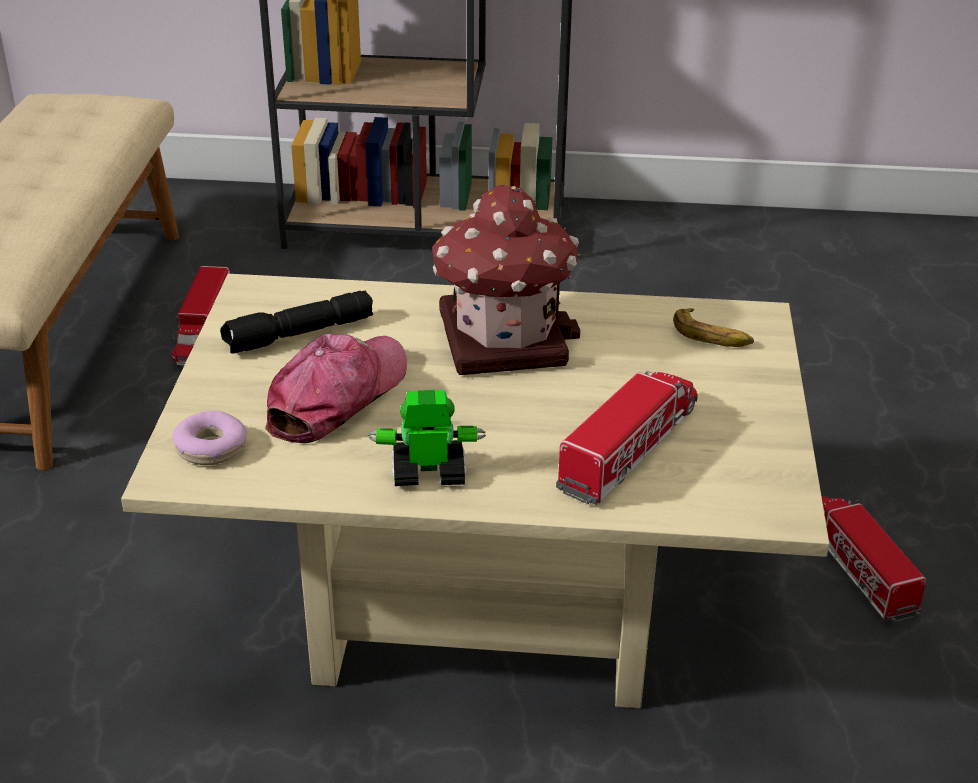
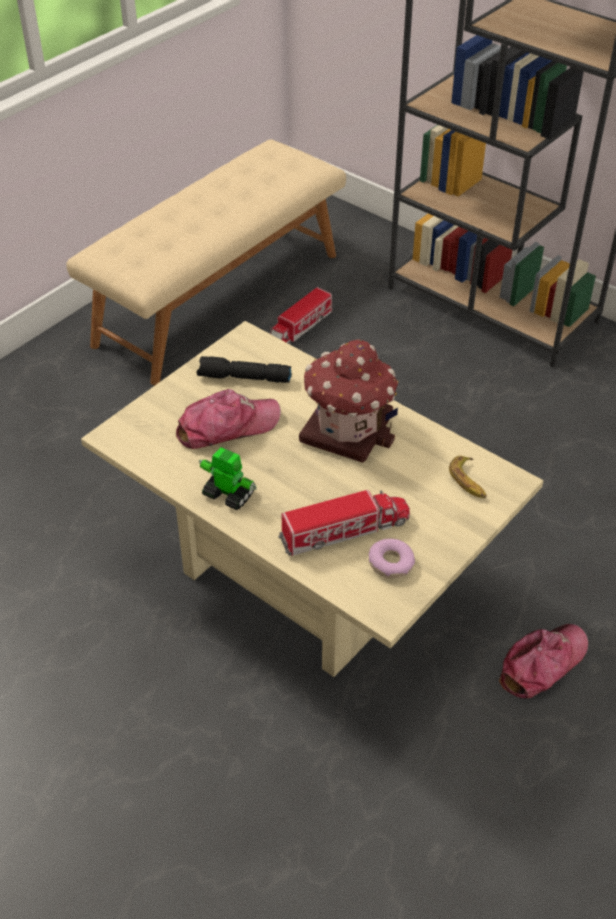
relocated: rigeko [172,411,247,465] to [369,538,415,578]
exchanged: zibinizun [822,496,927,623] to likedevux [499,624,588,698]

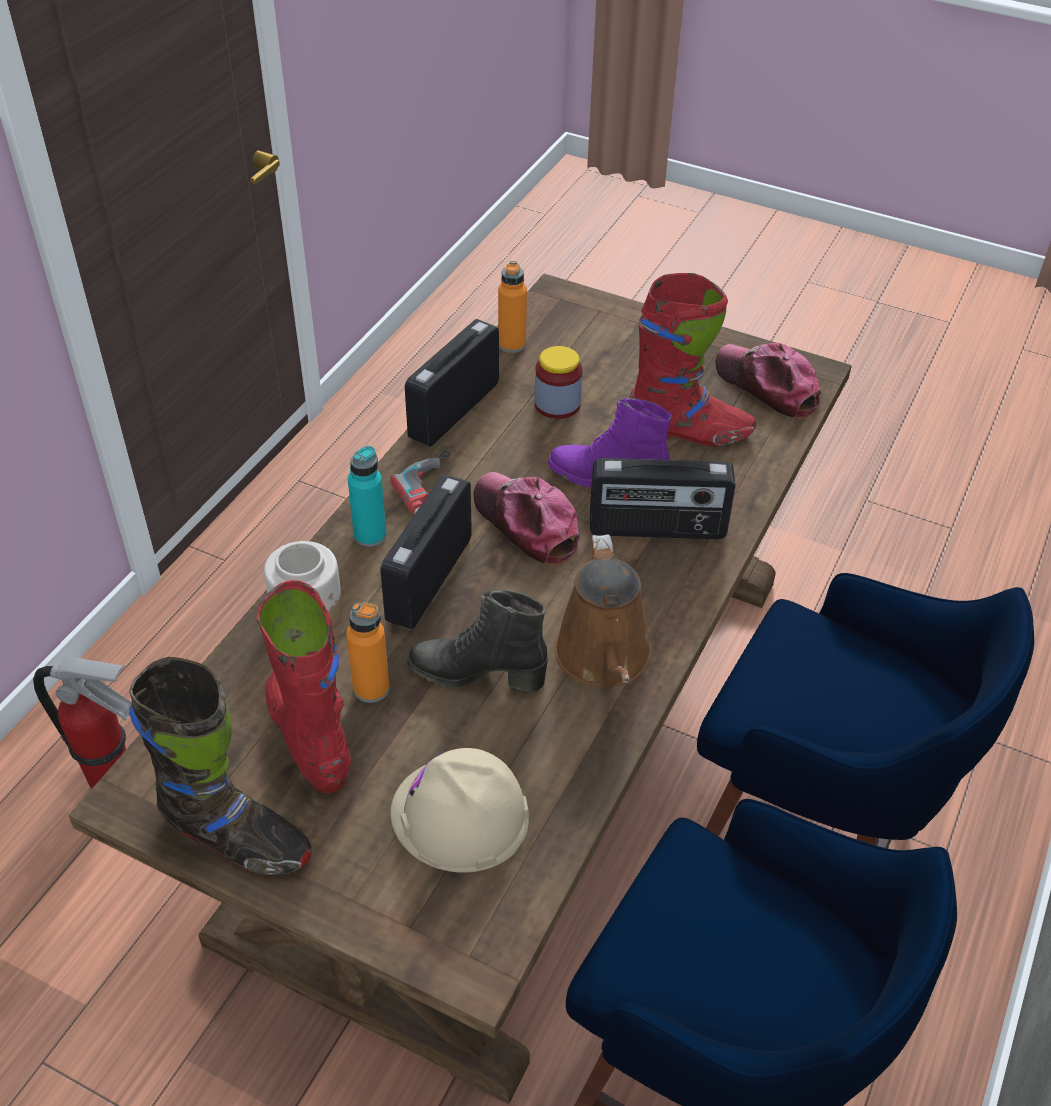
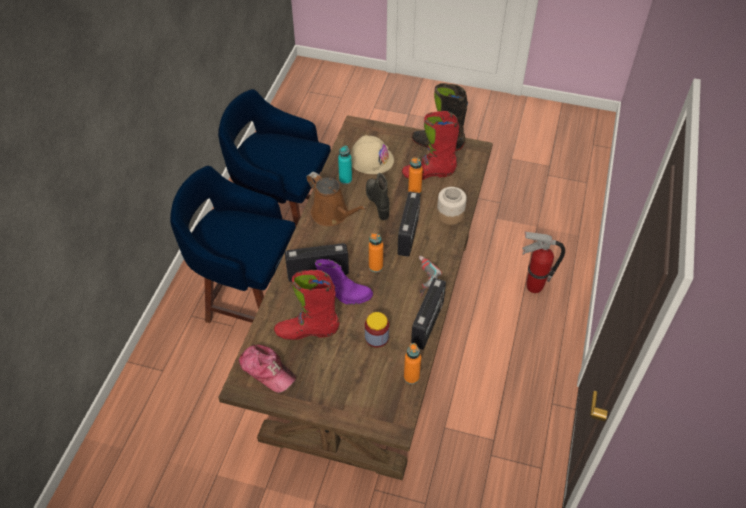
relocated: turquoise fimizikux [348,446,386,547] to [338,146,352,184]
exchanged: likedevux [474,472,579,566] to orange fimizikux [369,233,383,272]
spun: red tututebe [257,580,351,793] = [402,111,459,180] 120 degrees clockwise; black tututebe [407,590,548,692] = [366,173,389,220] 105 degrees counterclockwise; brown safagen [554,535,652,687] = [307,172,367,226] 150 degrees clockwise

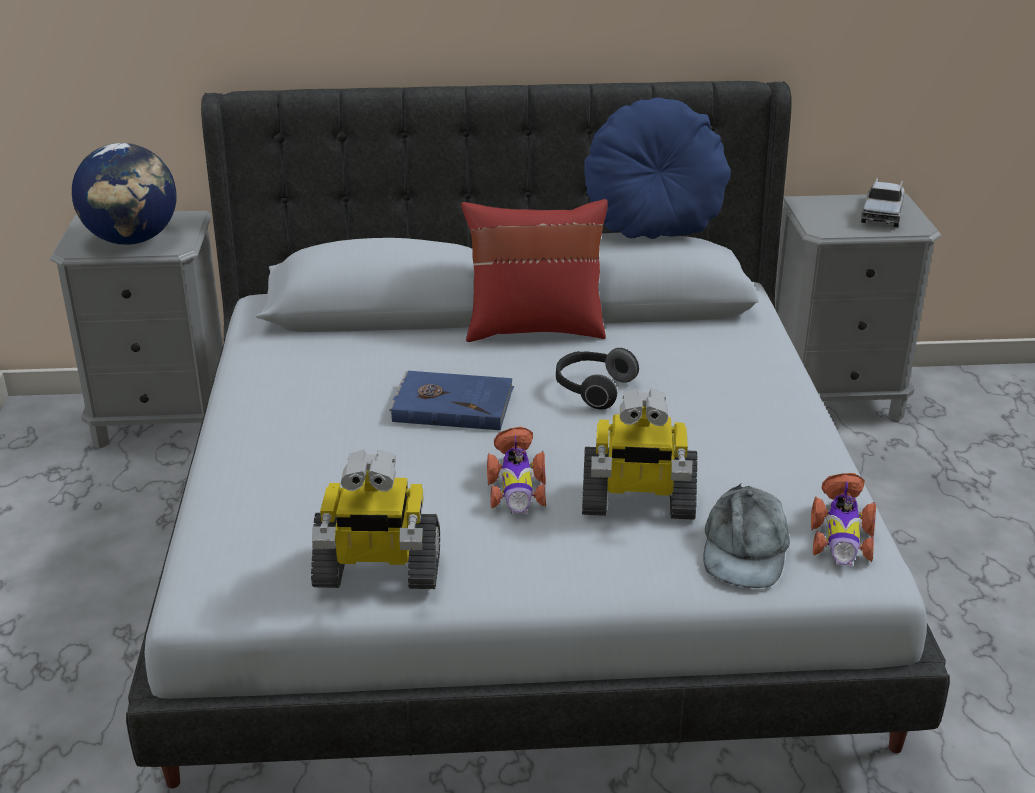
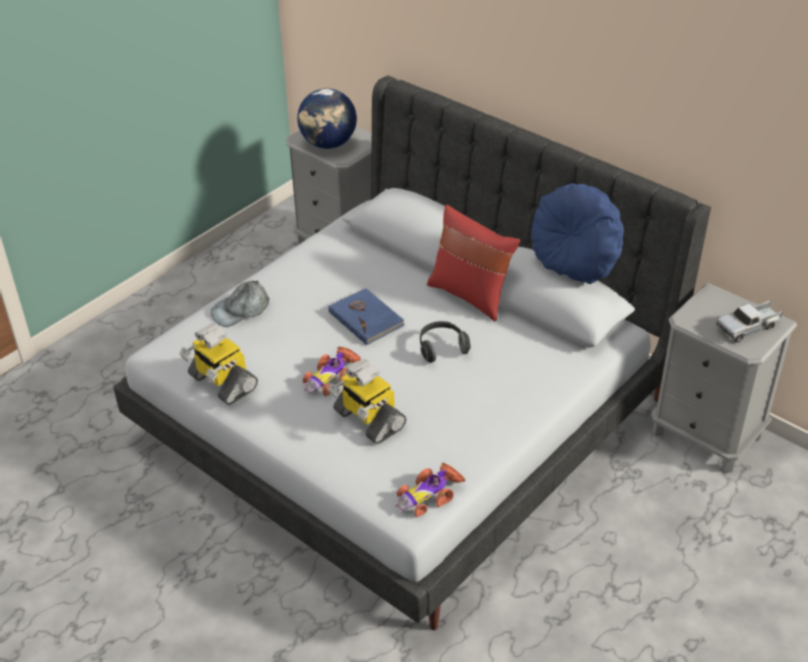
relocated: grey likedevux [704,484,790,588] to [211,280,269,327]

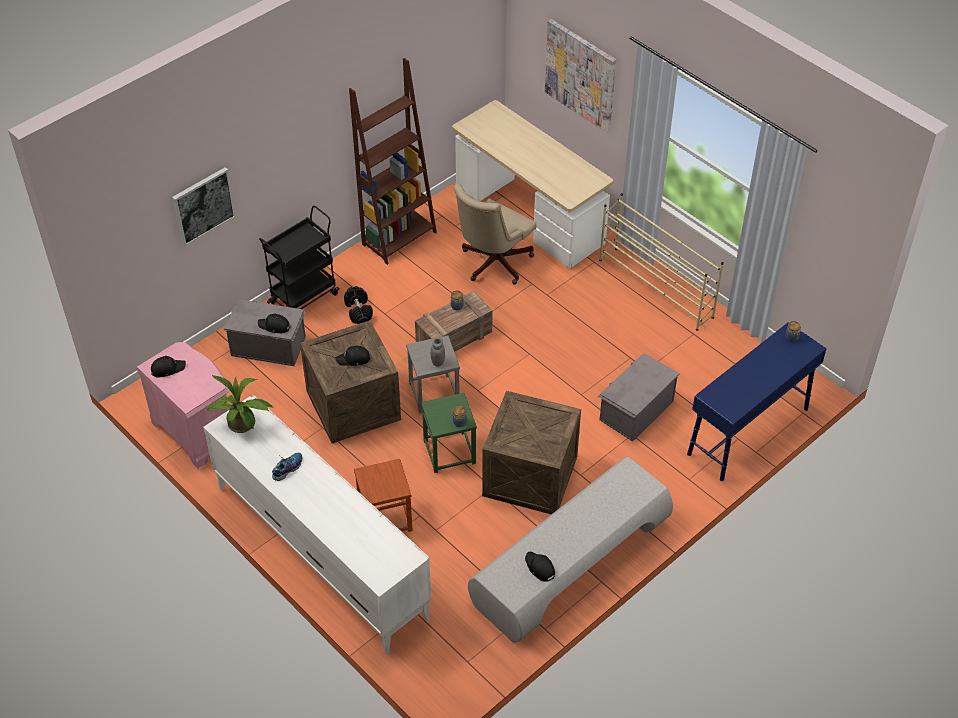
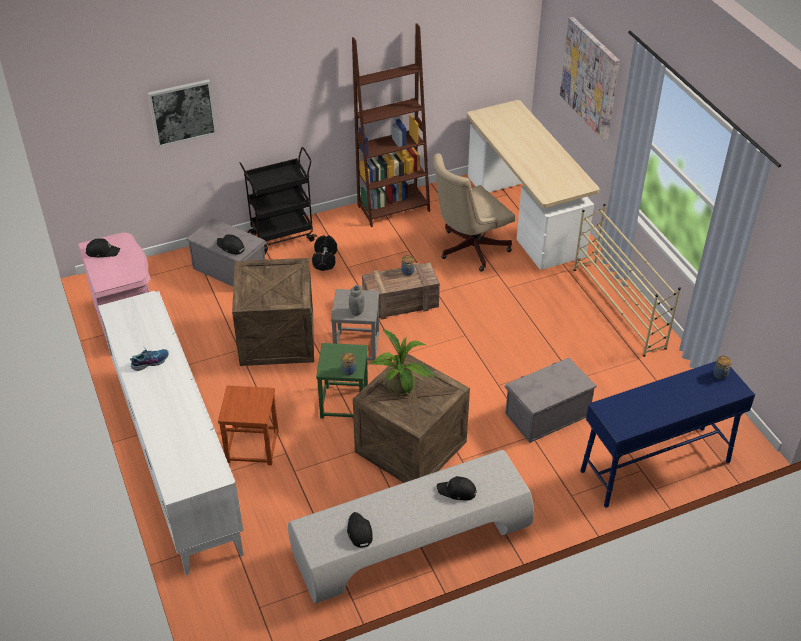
relocated: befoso [206,375,274,433] to [370,329,436,396]; black likedevux [335,346,370,366] to [437,476,477,500]

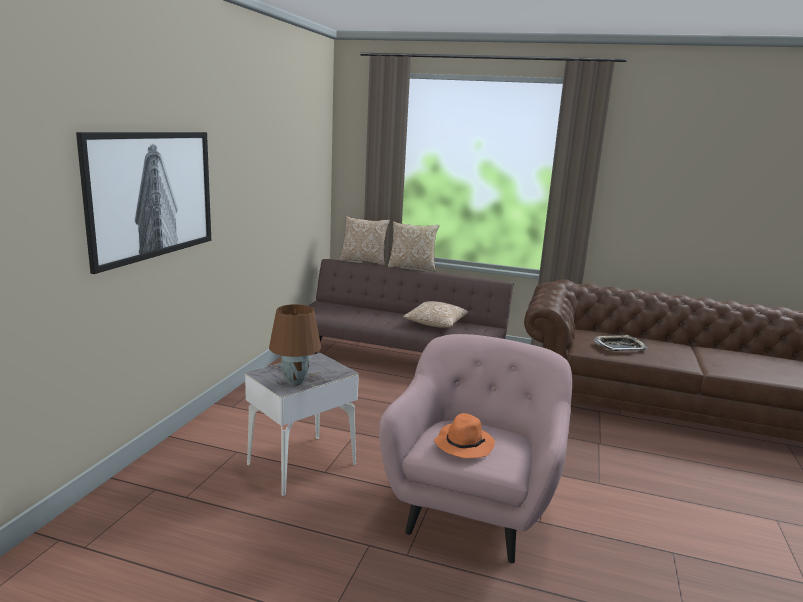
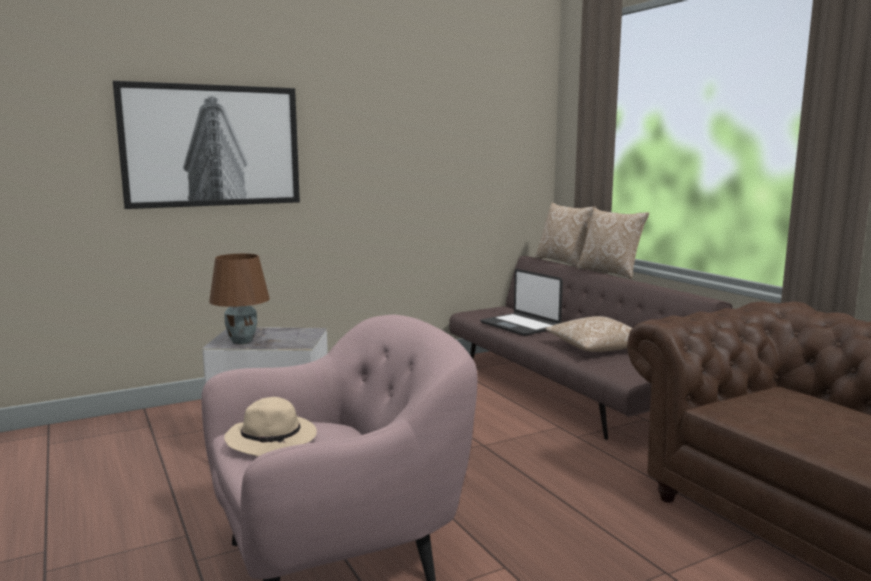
missing: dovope [594,335,647,351]
appeared: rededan [480,269,563,336]
colour: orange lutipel [434,413,495,458] to beige lutipel [224,397,317,457]

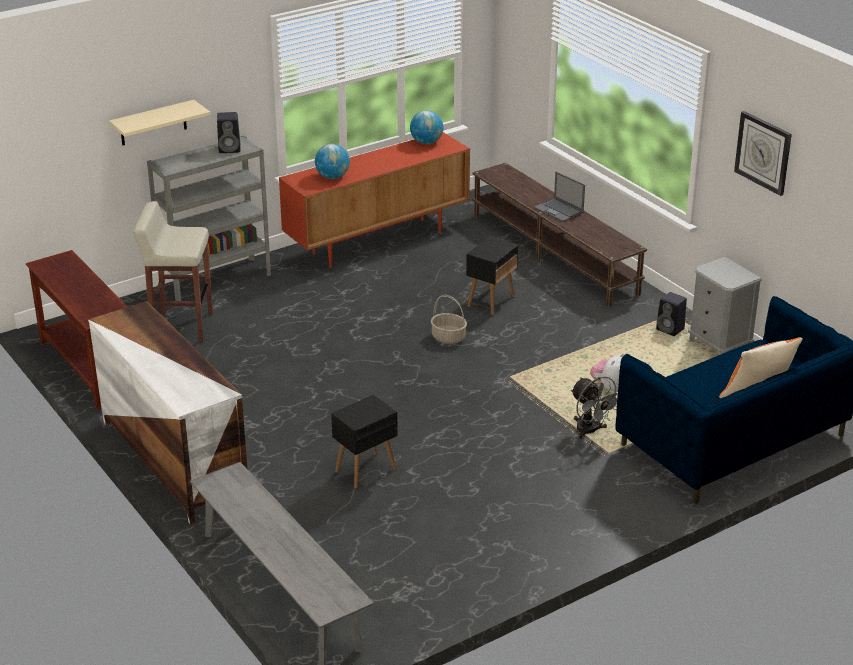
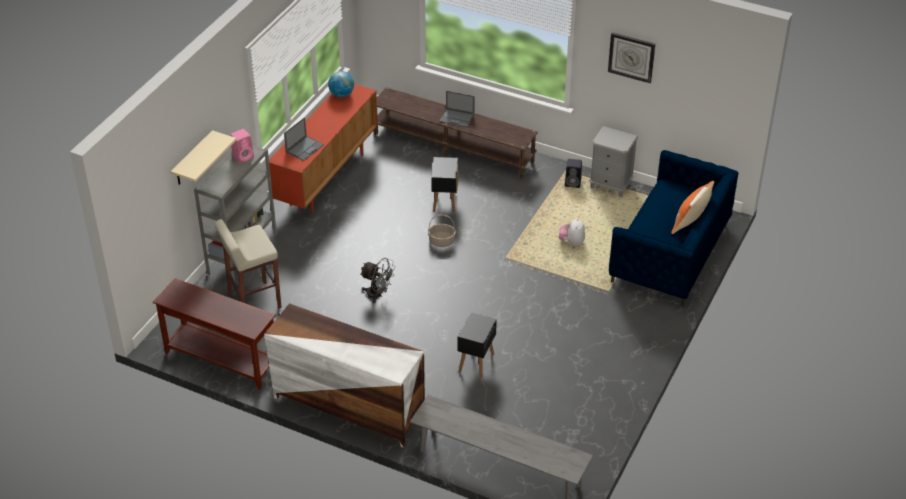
relocated: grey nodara [571,377,619,439] to [360,258,395,303]
exchanged: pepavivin [315,144,350,179] to rededan [284,117,324,161]
colour: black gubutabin [217,112,240,153] to pink gubutabin [230,129,254,163]

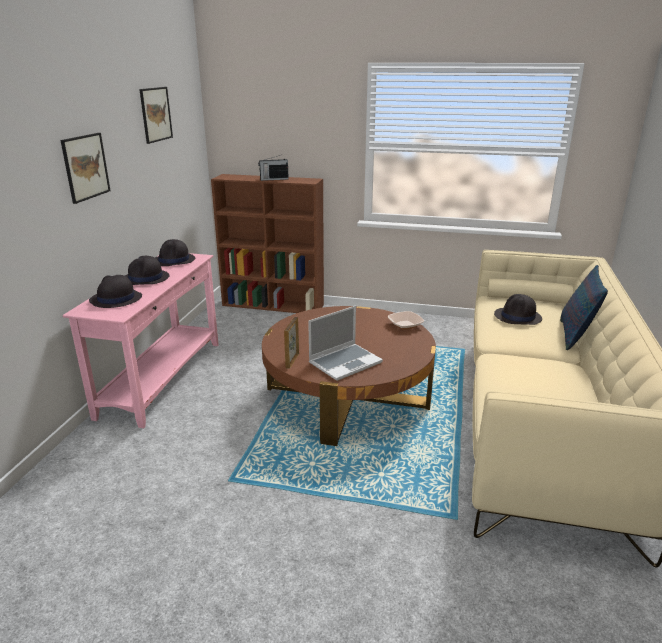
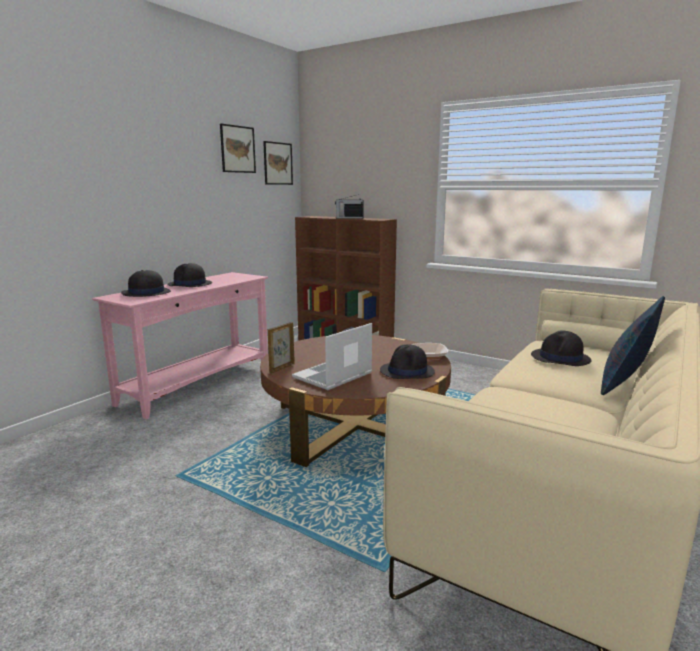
relocated: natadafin [61,133,111,204] to [263,141,293,185]; black lutipel [155,239,195,266] to [380,344,435,379]
spun: rededan [308,306,383,381] = [292,323,372,390] 150 degrees clockwise

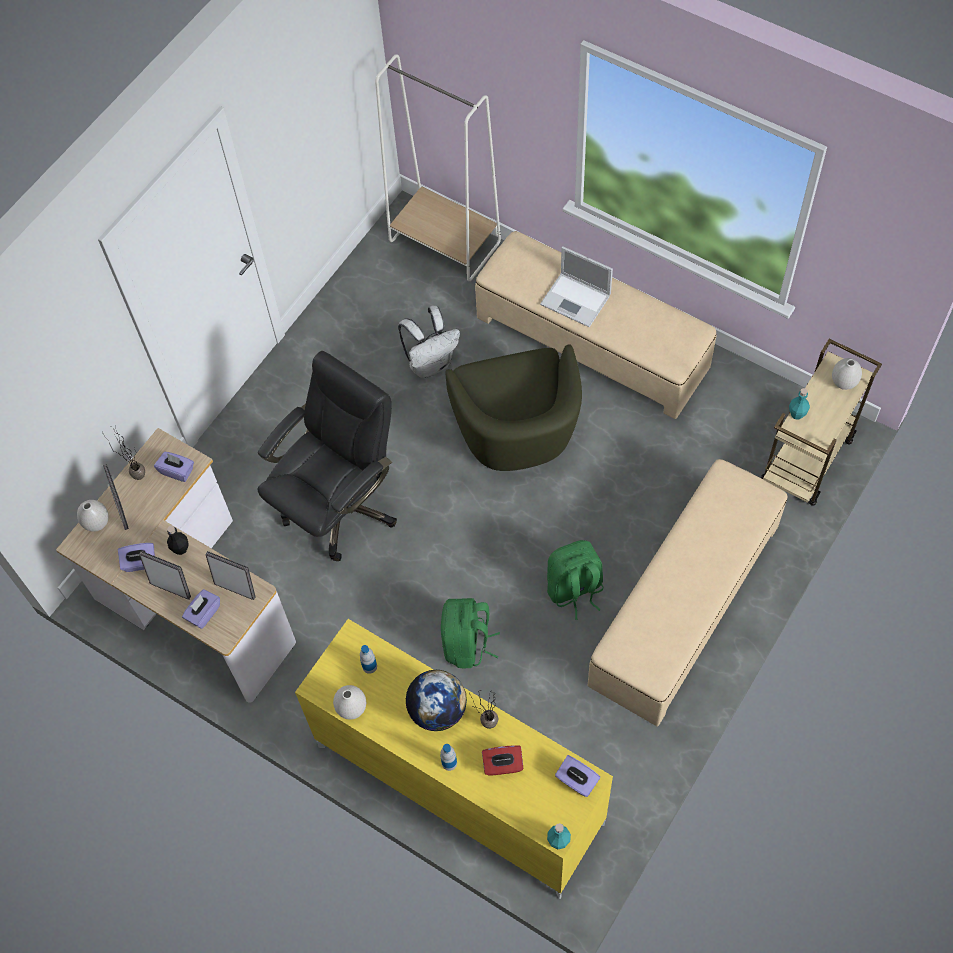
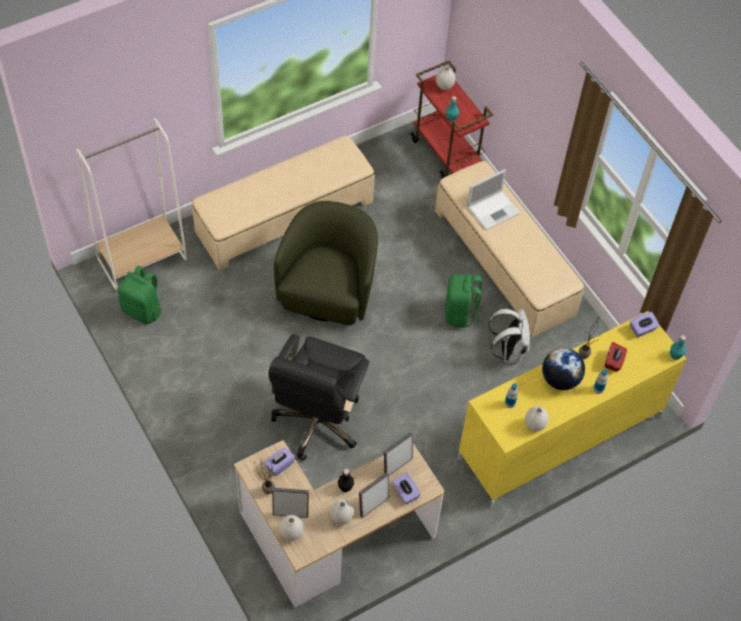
relocated: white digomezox [398,306,460,378] to [488,309,530,363]; green digomezox [441,598,500,668] to [117,266,164,324]; rededan [540,246,613,327] to [467,169,521,230]
exchanged: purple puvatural [118,543,155,572] to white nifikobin [330,499,354,525]
colour: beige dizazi [761,339,882,506] to red dizazi [410,61,493,179]
spun: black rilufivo [258,351,397,561] = [267,334,370,461] 135 degrees counterclockwise; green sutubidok [445,344,582,471] = [274,201,378,325] 90 degrees counterclockwise

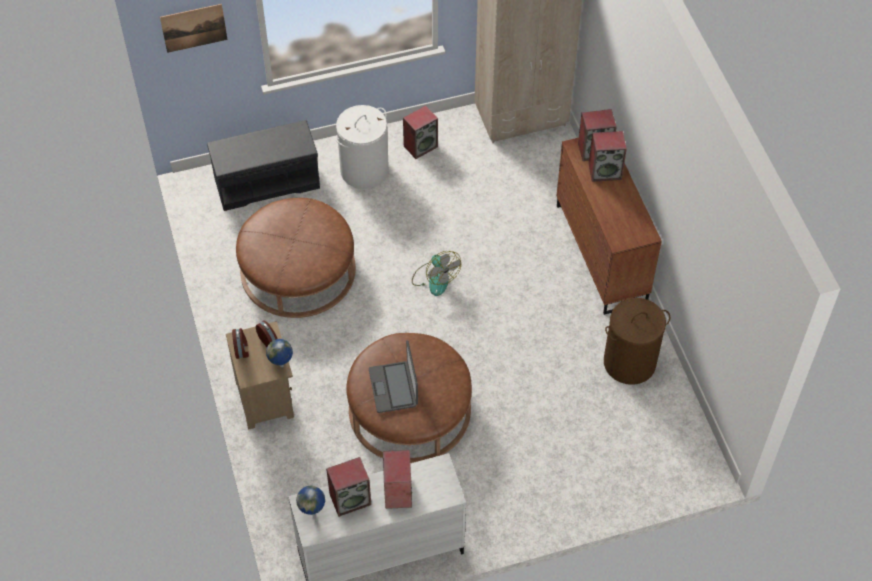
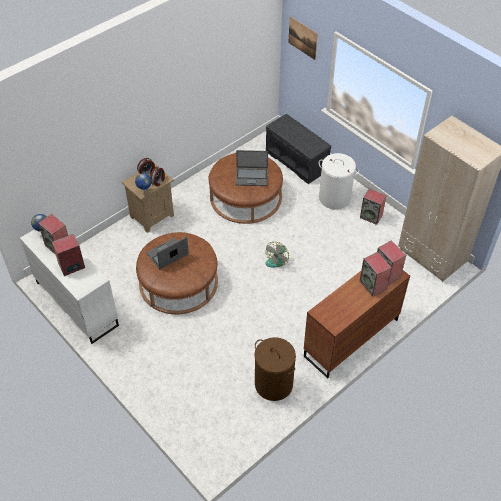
appeared: rededan [236,150,268,186]

